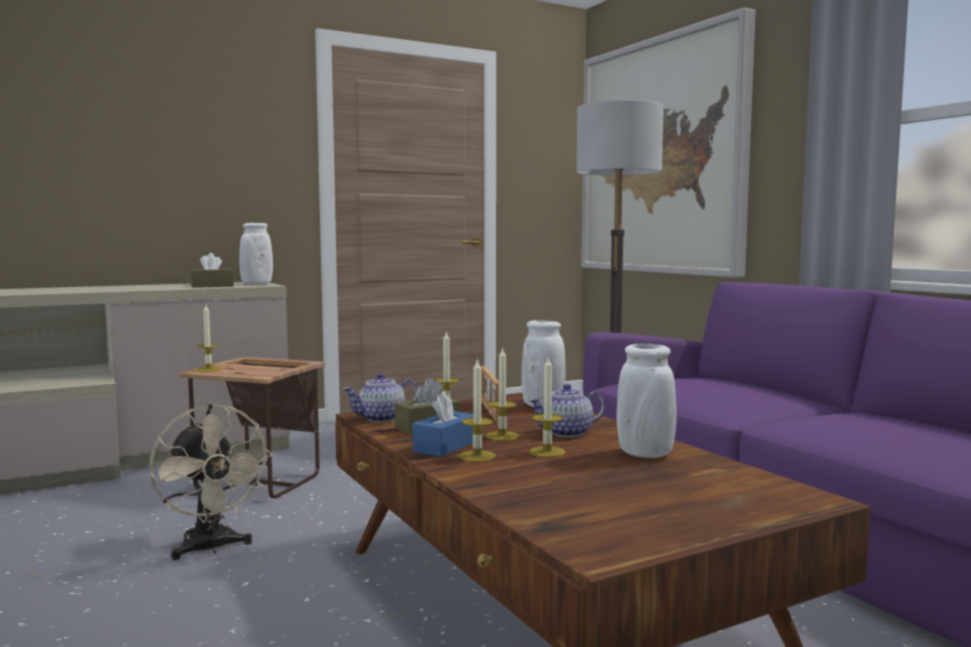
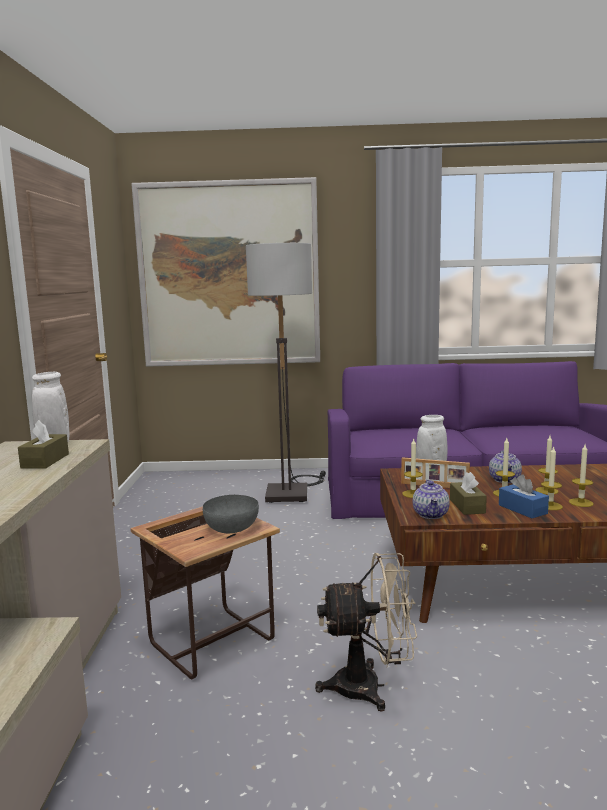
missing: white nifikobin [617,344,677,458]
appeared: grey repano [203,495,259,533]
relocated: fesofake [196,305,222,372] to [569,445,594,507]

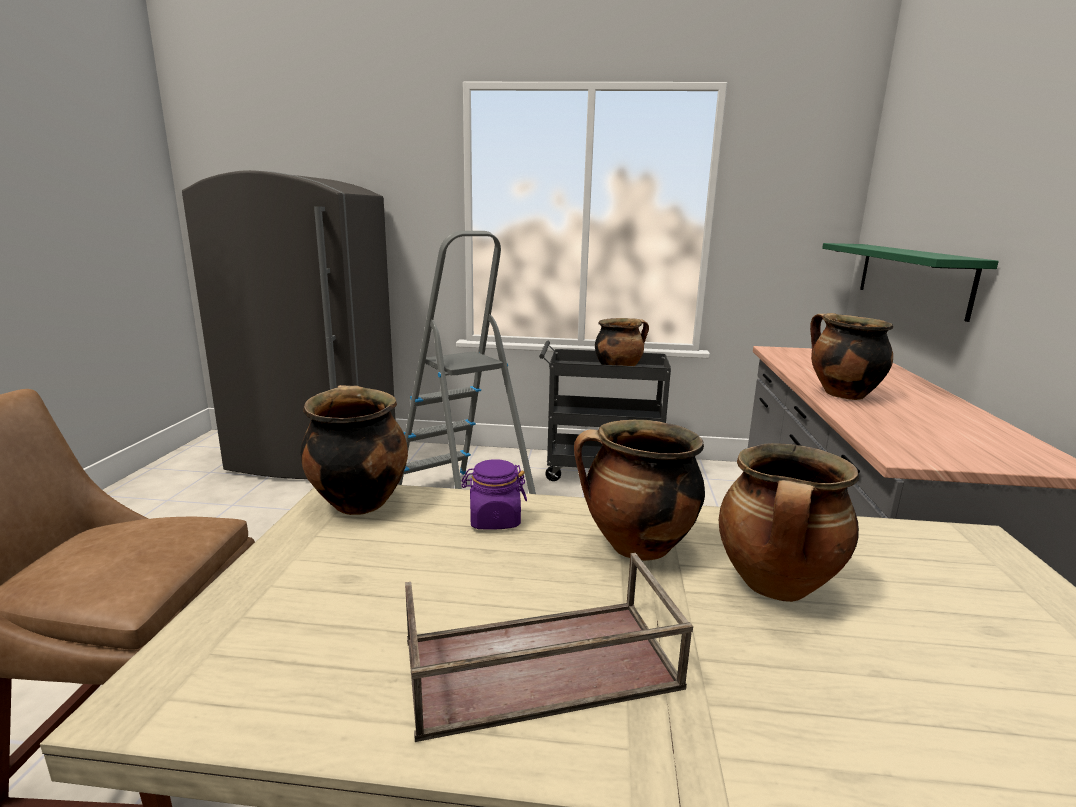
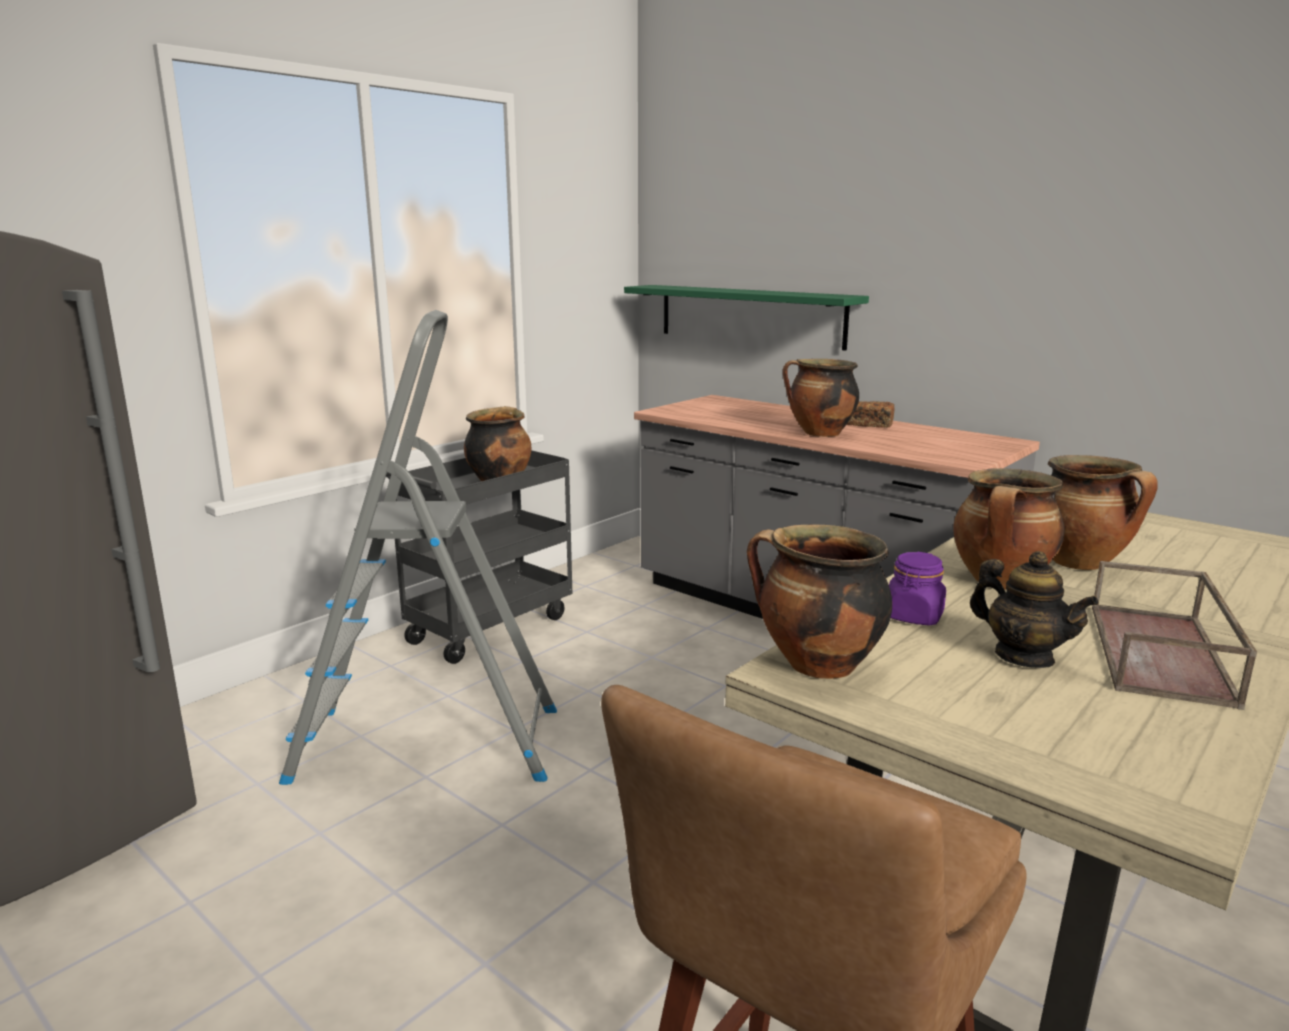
appeared: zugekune [847,401,895,428]; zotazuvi [970,551,1099,668]

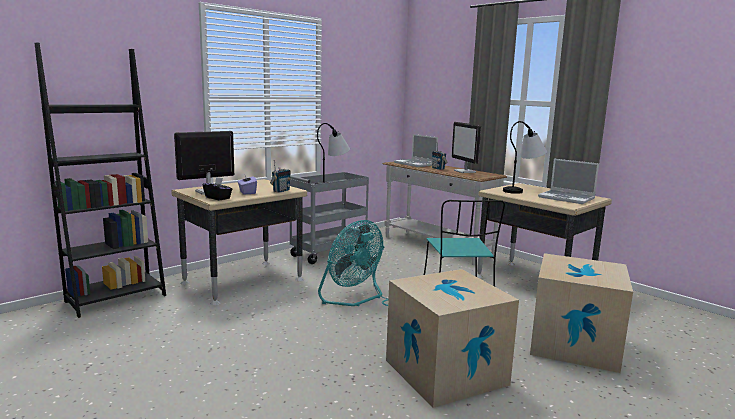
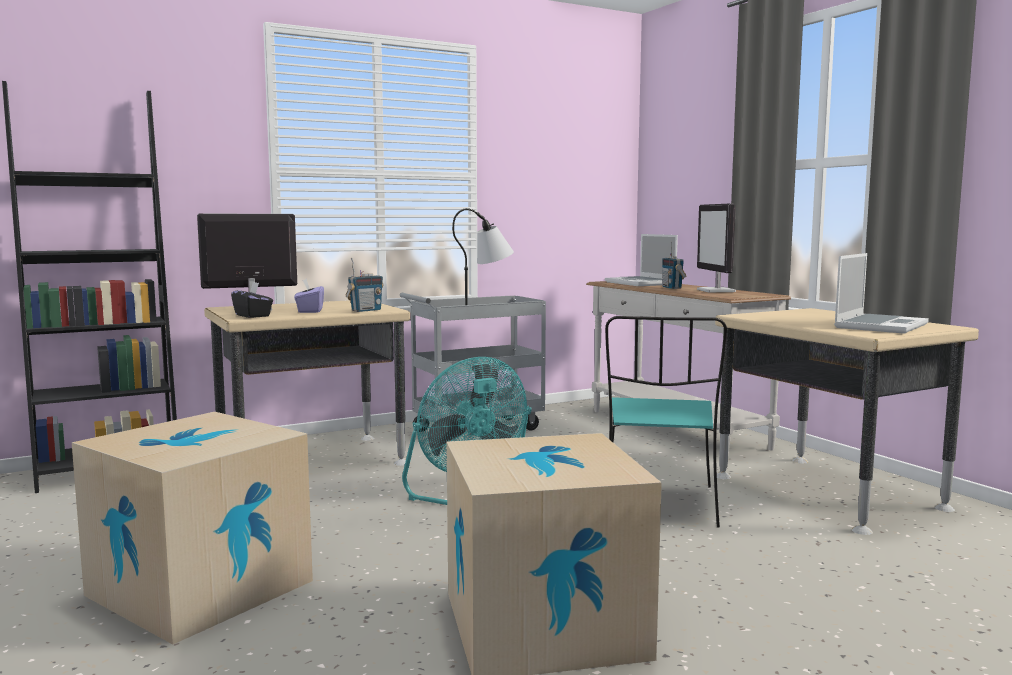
missing: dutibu [503,121,547,194]
relocated: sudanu [530,253,633,373] to [72,412,313,645]
spun: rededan [538,159,599,204] = [834,253,929,334] 105 degrees counterclockwise

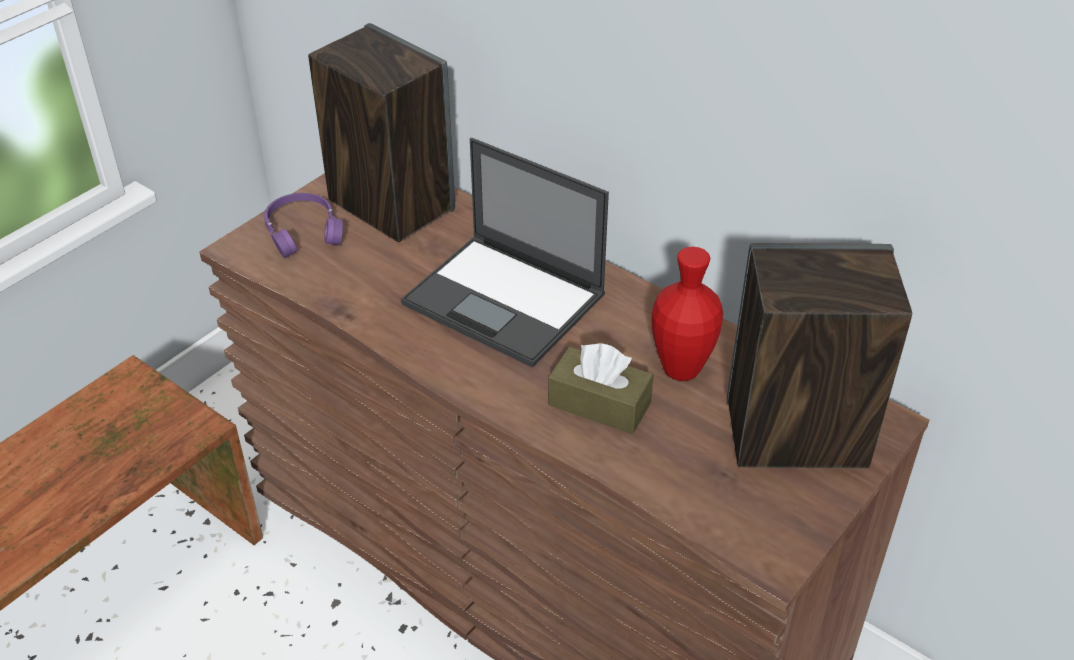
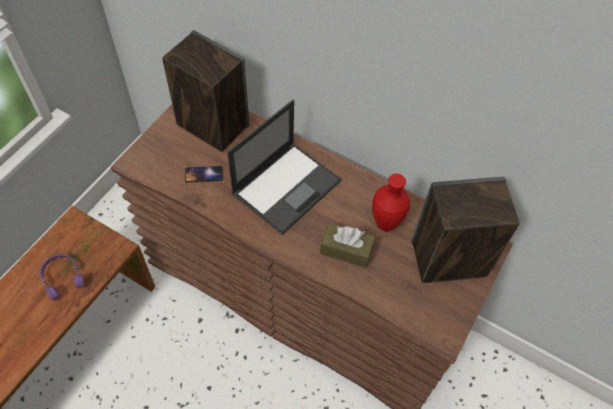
appeared: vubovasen [185,166,223,182]
relocated: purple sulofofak [264,193,343,258] to [40,254,84,301]
spun: rededan [401,138,609,367] = [227,100,341,235] 75 degrees counterclockwise

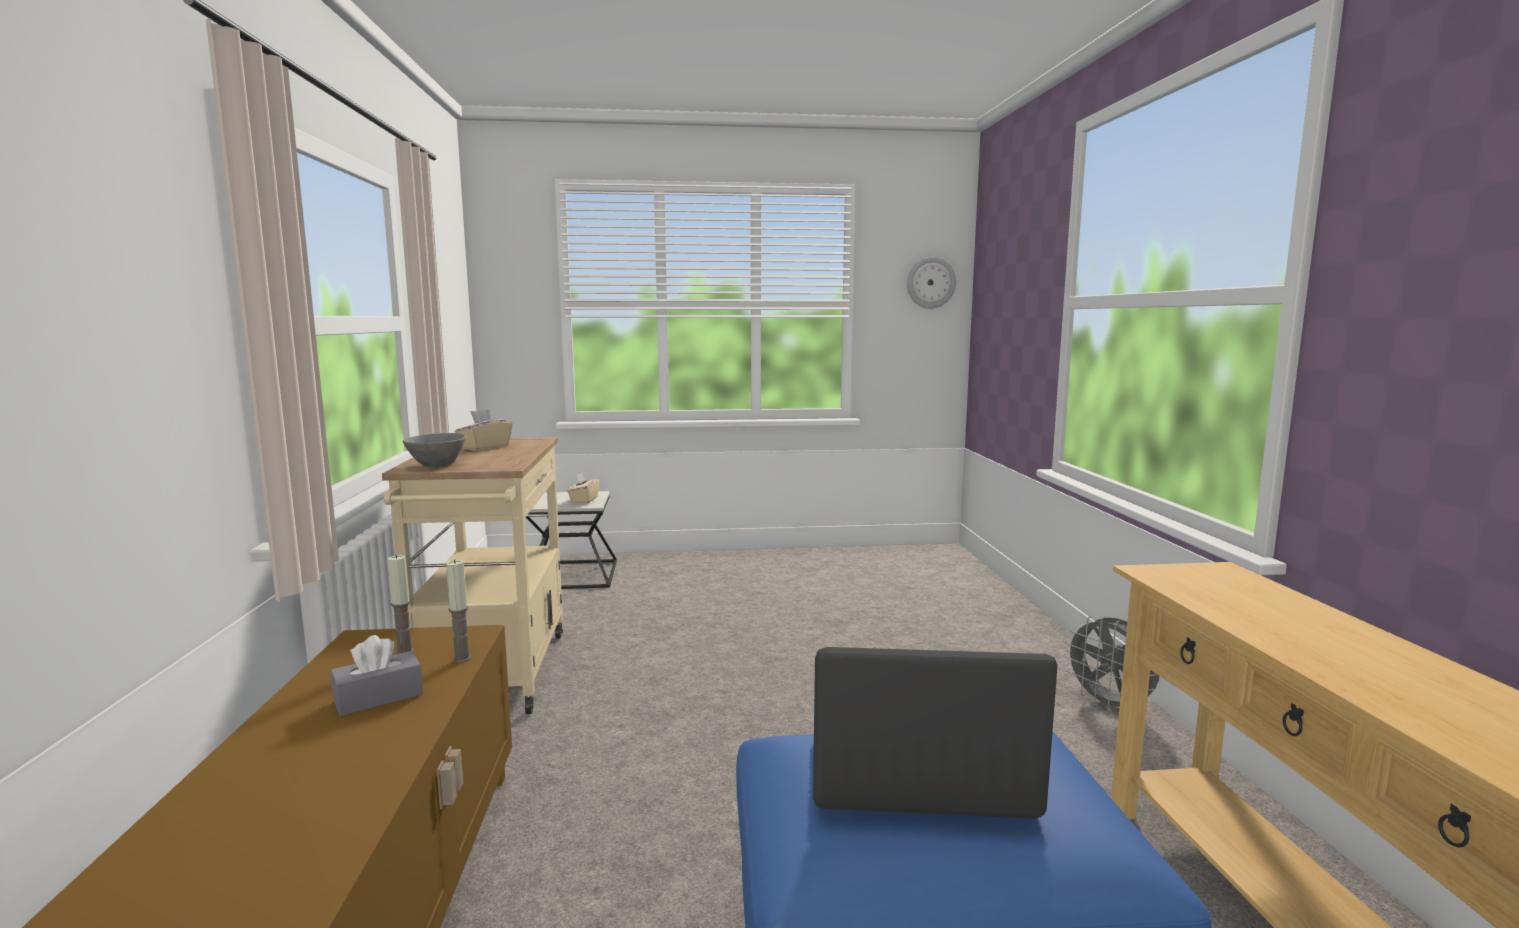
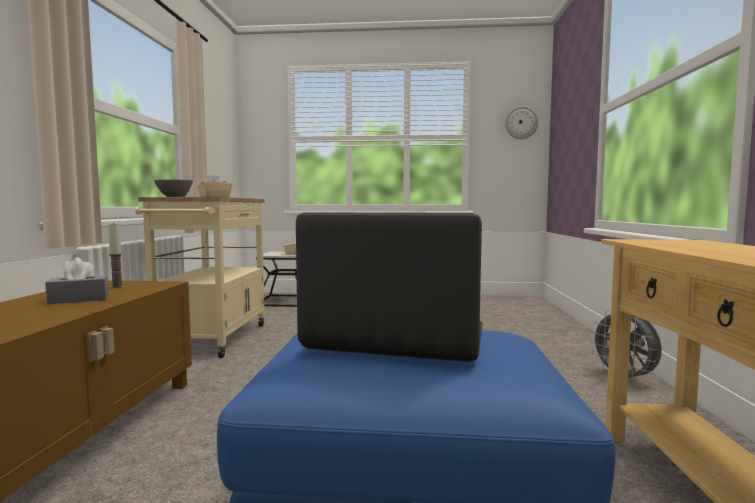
missing: fesofake [446,559,471,663]

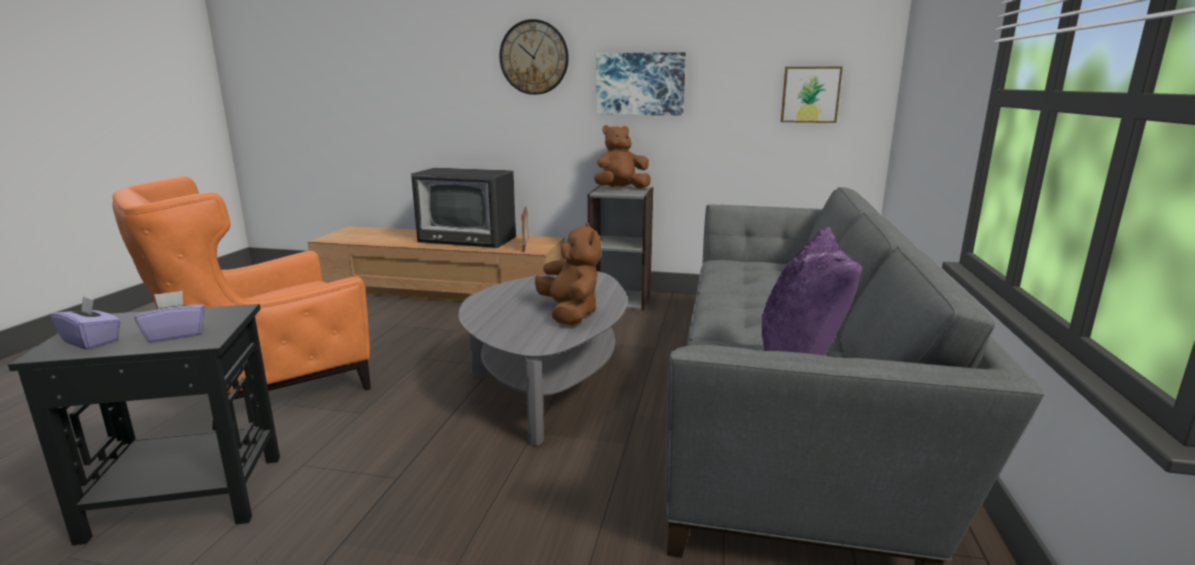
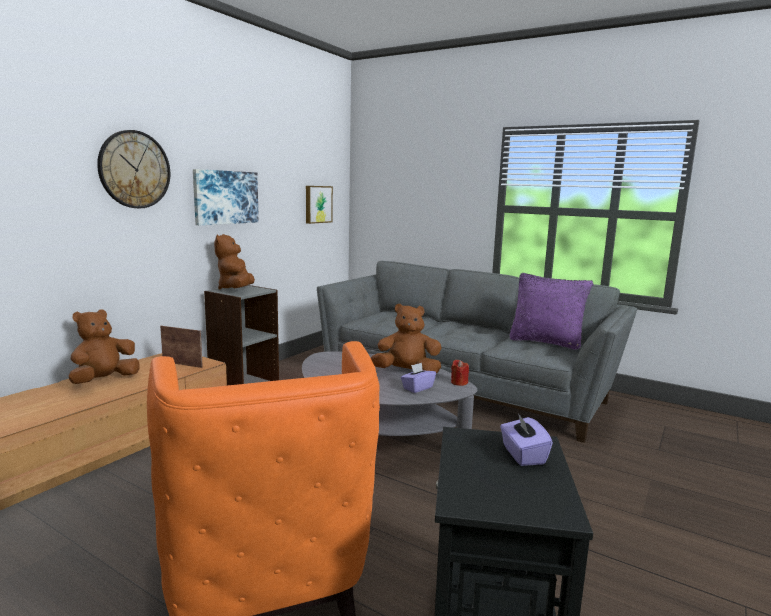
appeared: red fesofake [451,360,469,386]
relocated: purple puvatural [50,296,121,350] to [401,363,436,393]
exchanged: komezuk [411,168,516,248] to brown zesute [69,309,140,384]

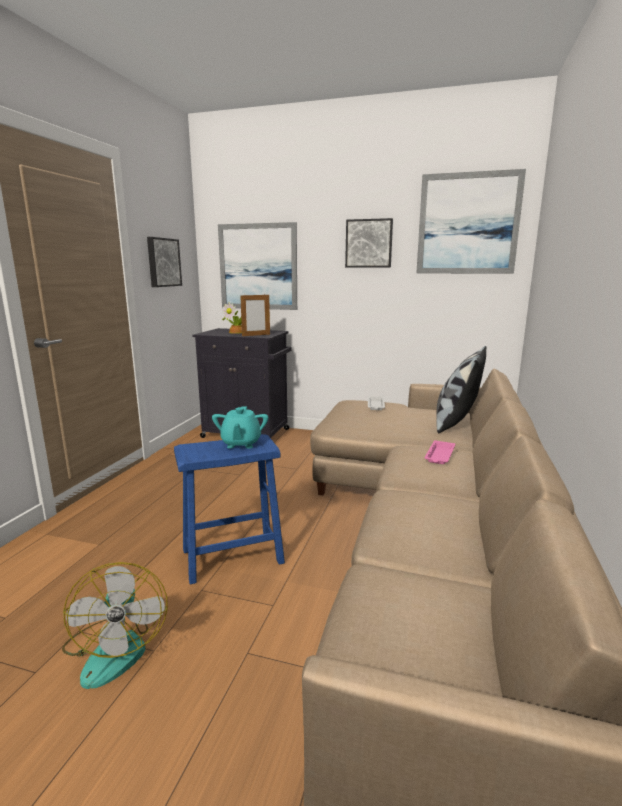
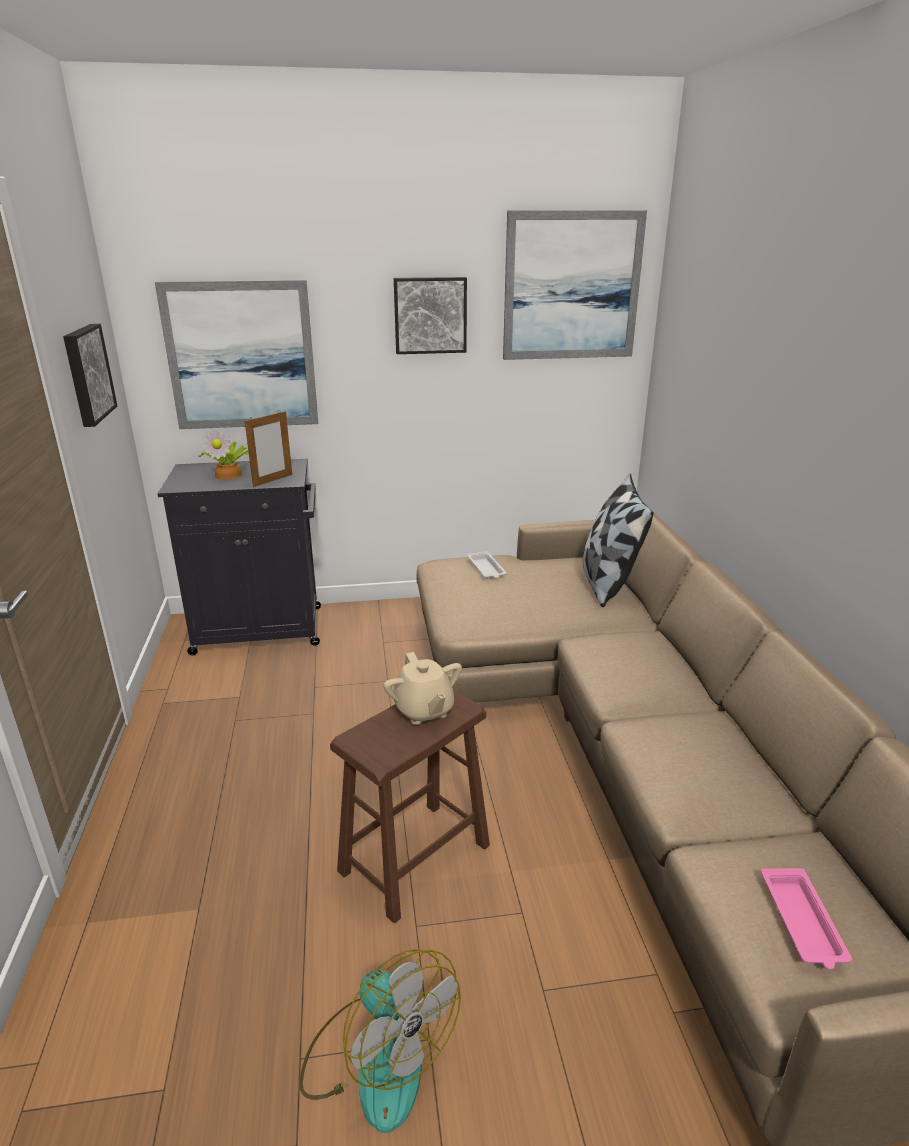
relocated: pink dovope [425,440,455,464] to [761,868,852,970]
colour: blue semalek [174,434,285,584] to brown semalek [330,690,490,923]; turquoise zotazuvi [212,406,268,448] to beige zotazuvi [383,652,462,725]

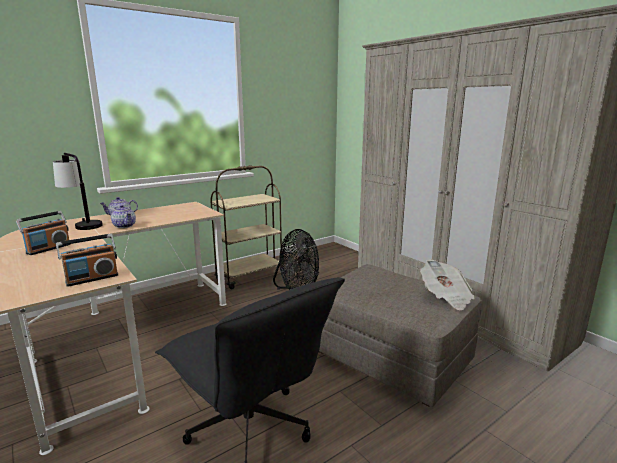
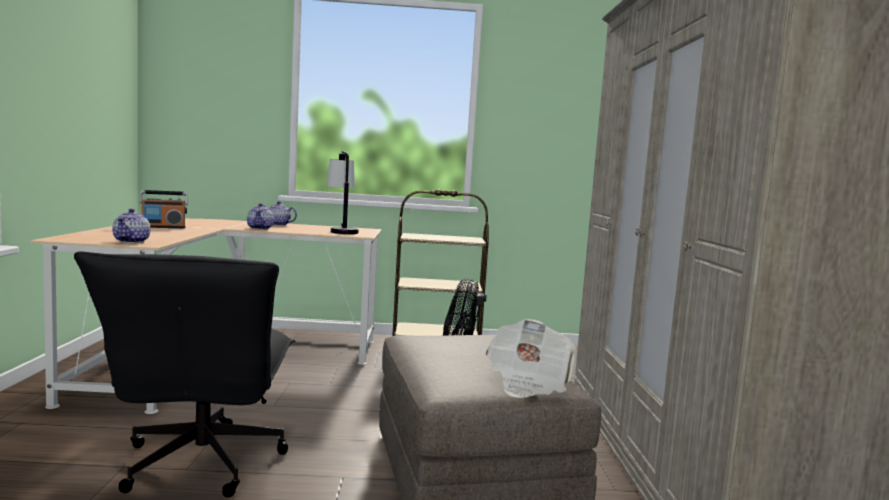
relocated: dutibu [53,153,103,230] to [327,151,359,234]
exchanged: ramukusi [56,234,118,287] to zotazuvi [113,209,150,243]

